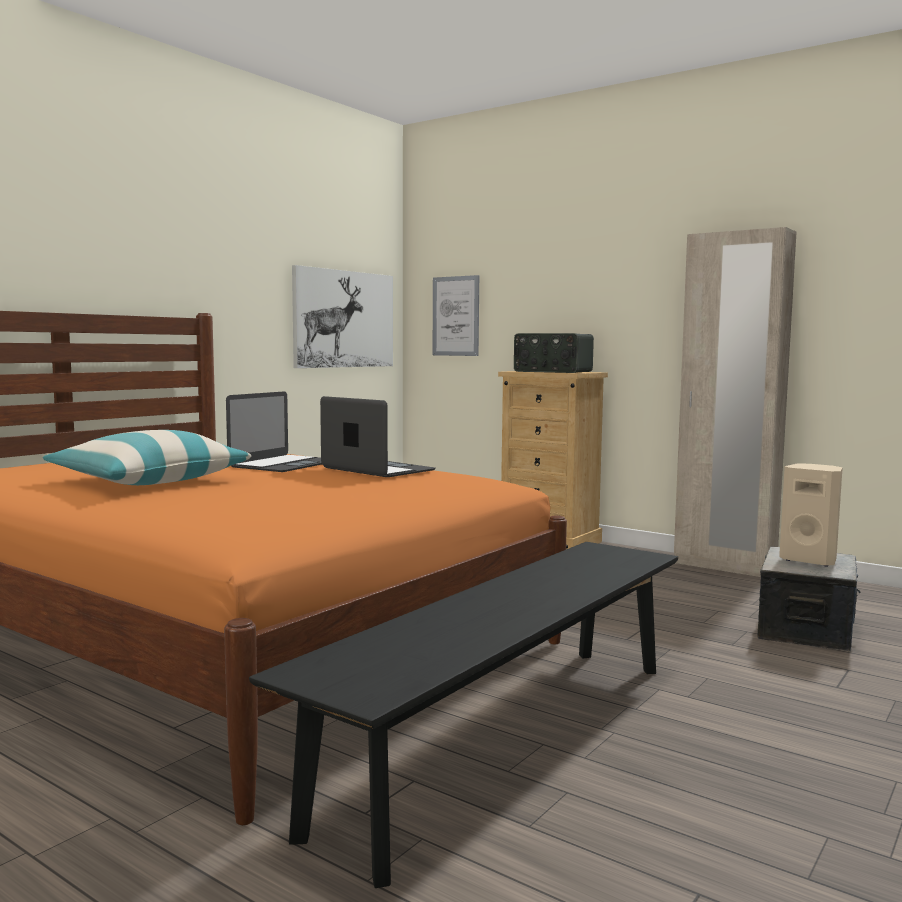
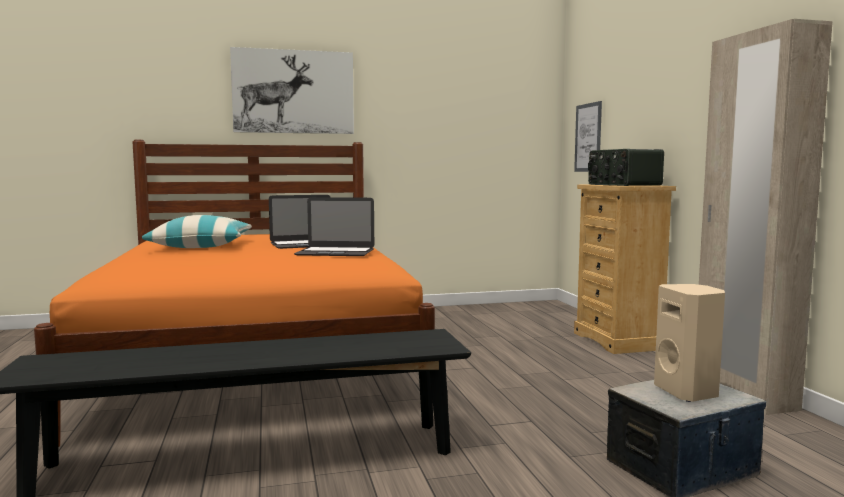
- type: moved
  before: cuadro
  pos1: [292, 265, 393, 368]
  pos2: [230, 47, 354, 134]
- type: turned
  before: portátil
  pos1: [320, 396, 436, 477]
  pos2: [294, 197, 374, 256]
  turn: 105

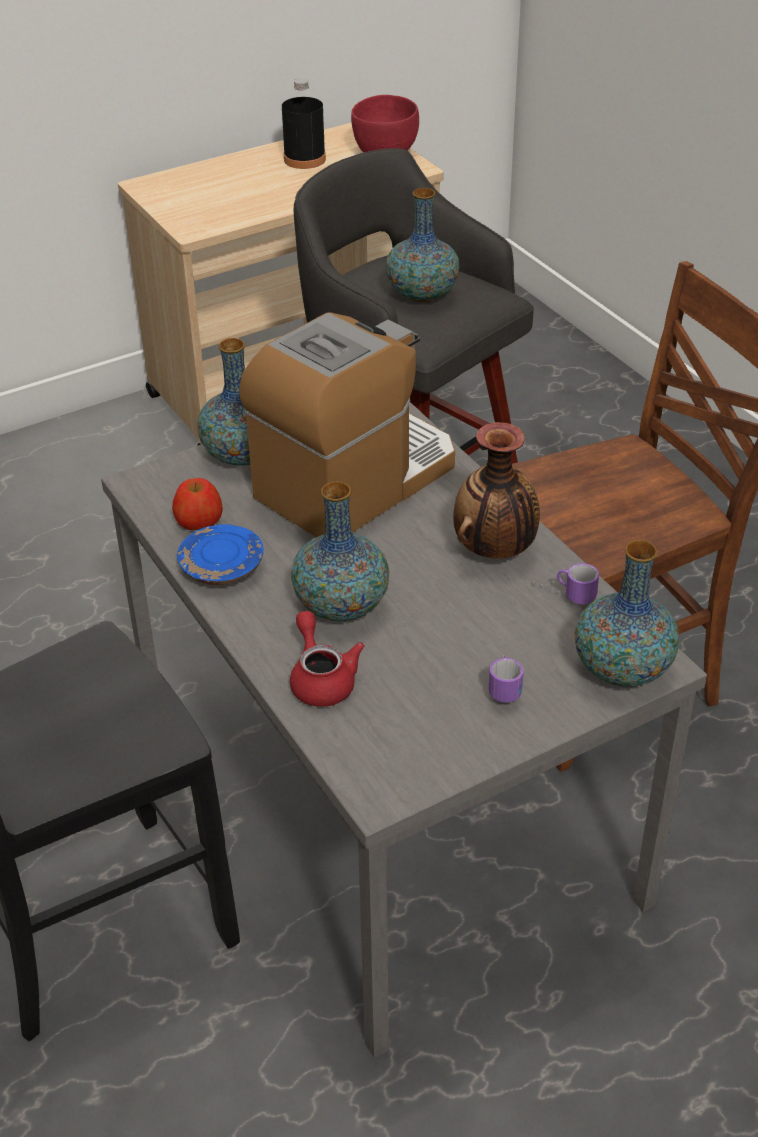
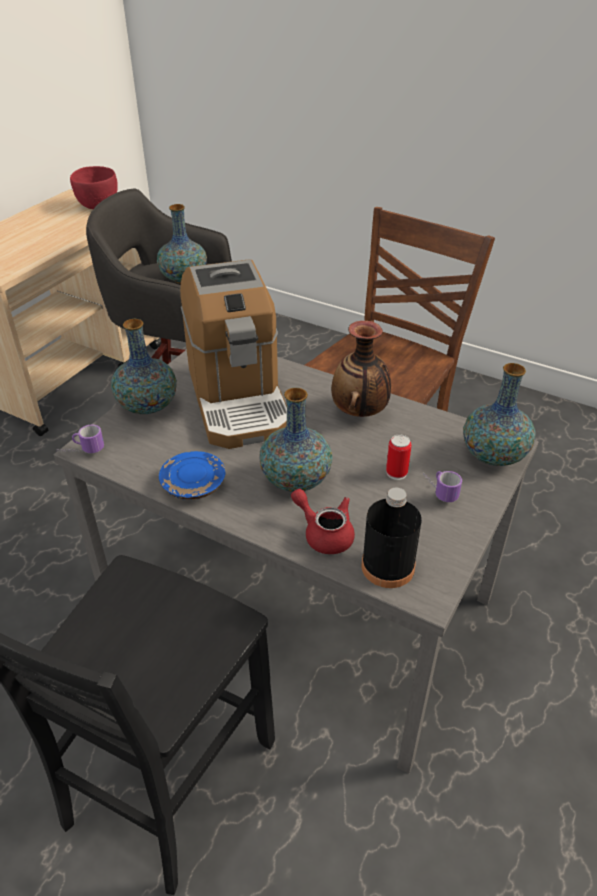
- type: removed
  before: manzana
  pos1: [172, 478, 223, 530]
- type: added
  after: lata
  pos2: [386, 434, 411, 480]
- type: moved
  before: botella/negro
  pos1: [282, 78, 326, 169]
  pos2: [362, 488, 422, 588]
- type: moved
  before: taza grande
  pos1: [532, 563, 599, 604]
  pos2: [56, 425, 104, 453]
- type: turned
  before: cafetera
  pos1: [239, 313, 455, 537]
  pos2: [180, 260, 287, 449]
  turn: 150

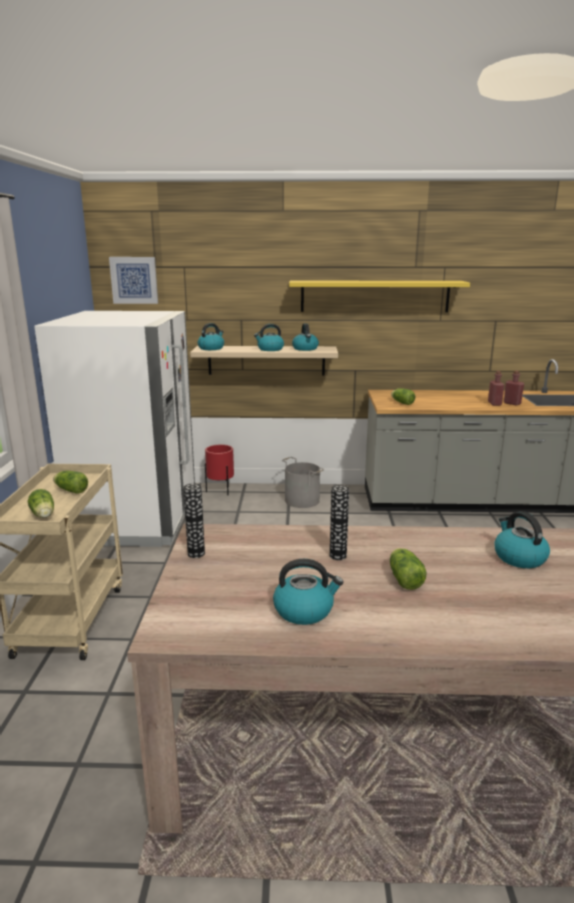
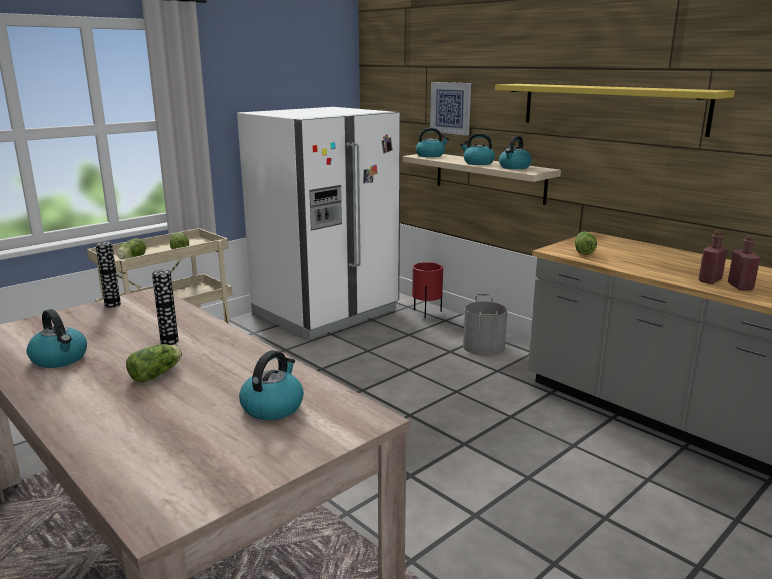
- type: moved
  before: cuadro
  pos1: [109, 257, 158, 304]
  pos2: [430, 82, 471, 136]

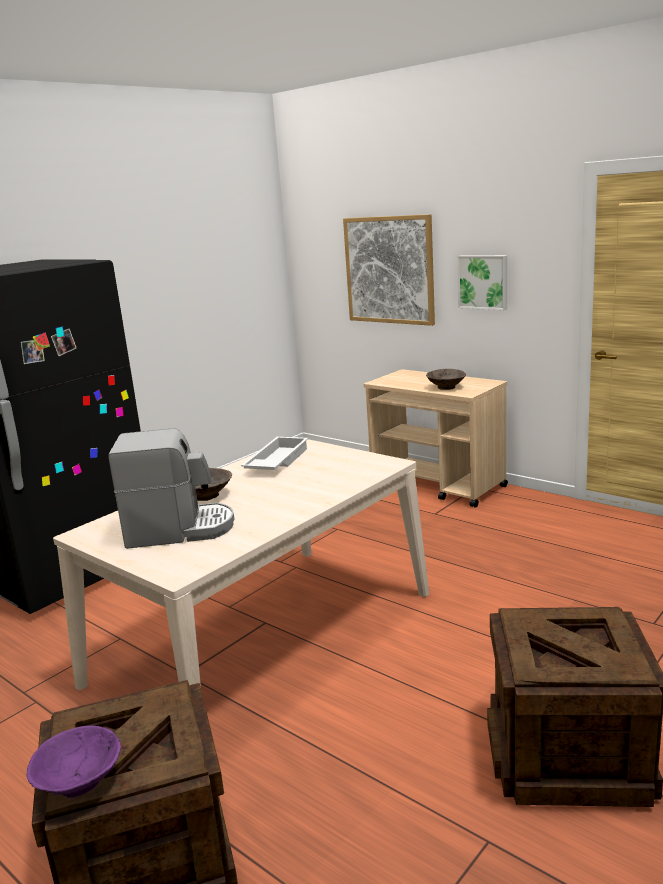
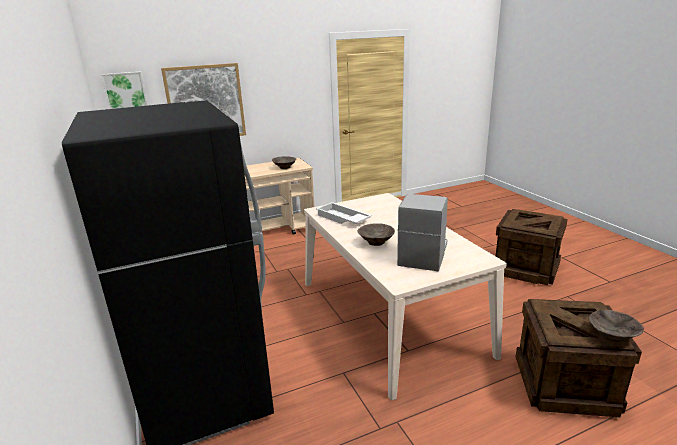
- type: moved
  before: cuadro
  pos1: [457, 255, 507, 310]
  pos2: [101, 72, 147, 109]
- type: recoloured
  before: cuenco/morado
  after: cuenco/marrón
  pos1: [27, 726, 121, 798]
  pos2: [589, 310, 644, 343]

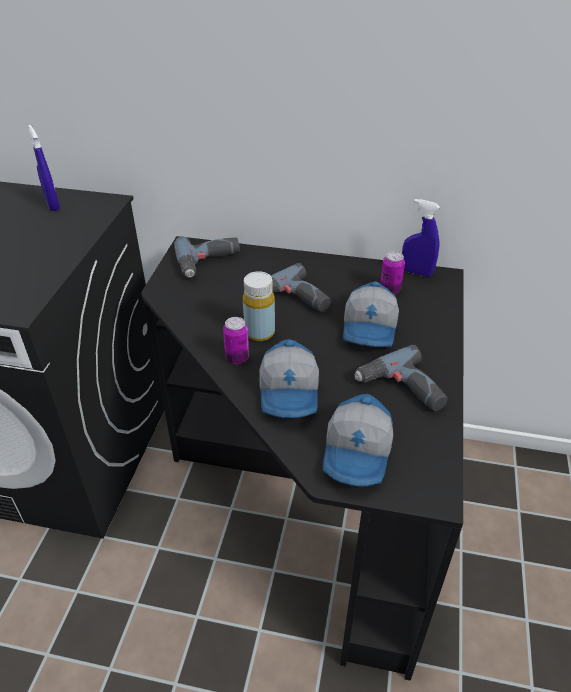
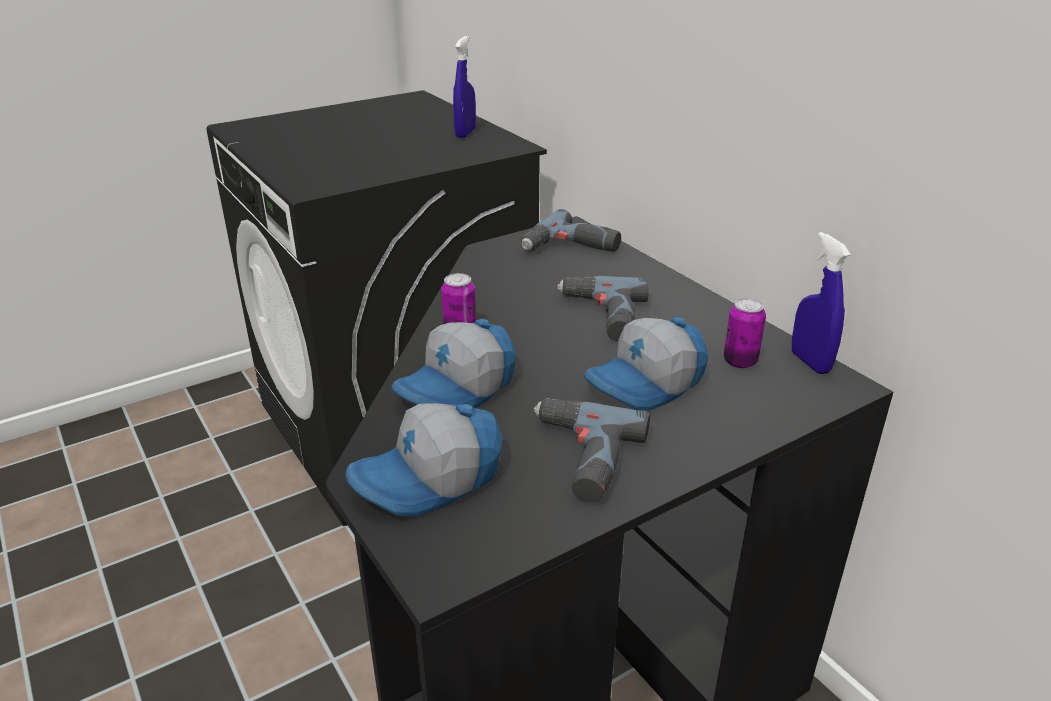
- type: removed
  before: botella/amarillo
  pos1: [243, 271, 275, 341]

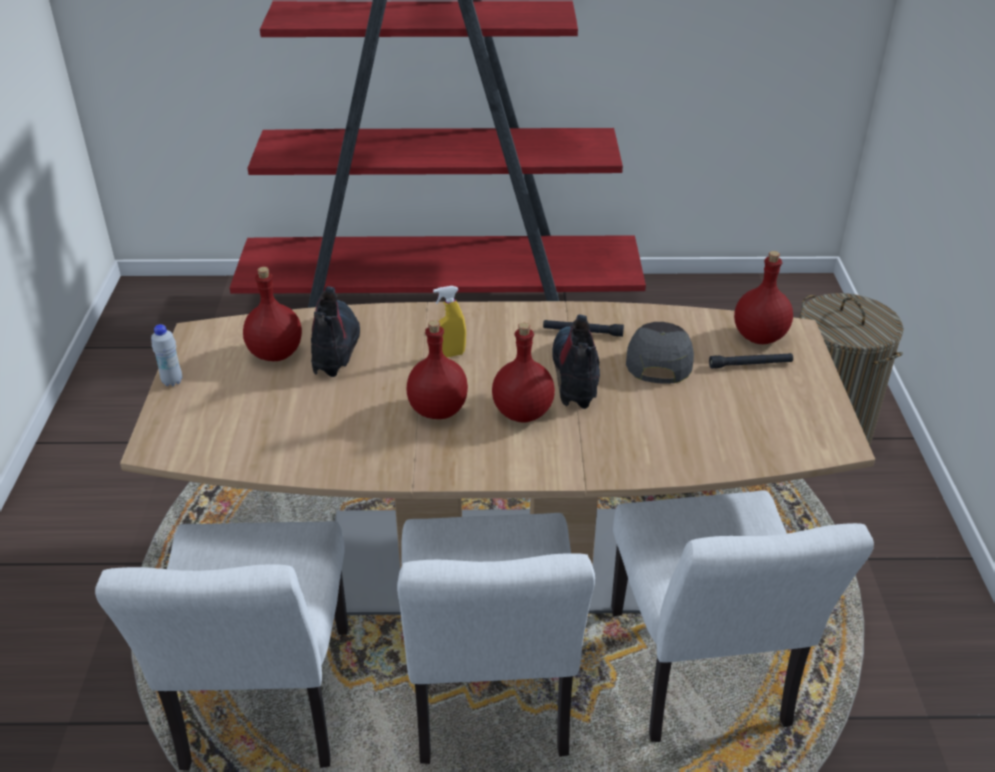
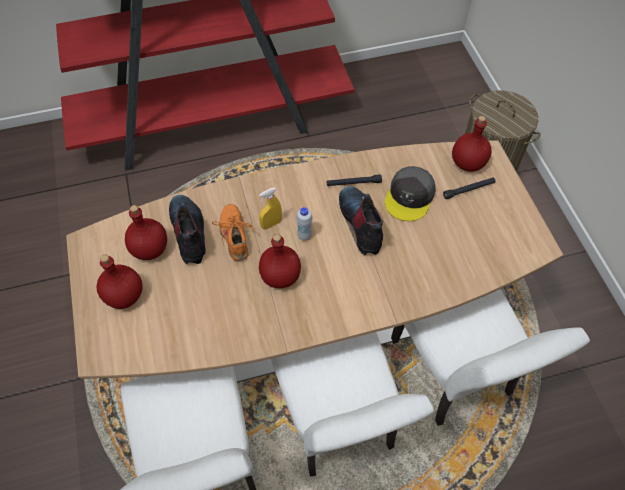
- type: added
  after: zapato/naranja
  pos2: [212, 204, 256, 261]
- type: moved
  before: botella/blanco
  pos1: [151, 324, 182, 386]
  pos2: [296, 207, 312, 241]
- type: moved
  before: botella/rojo
  pos1: [492, 323, 555, 422]
  pos2: [97, 255, 143, 309]
- type: turned
  before: gorra/gris
  pos1: [626, 322, 694, 384]
  pos2: [385, 166, 436, 221]
  turn: -150

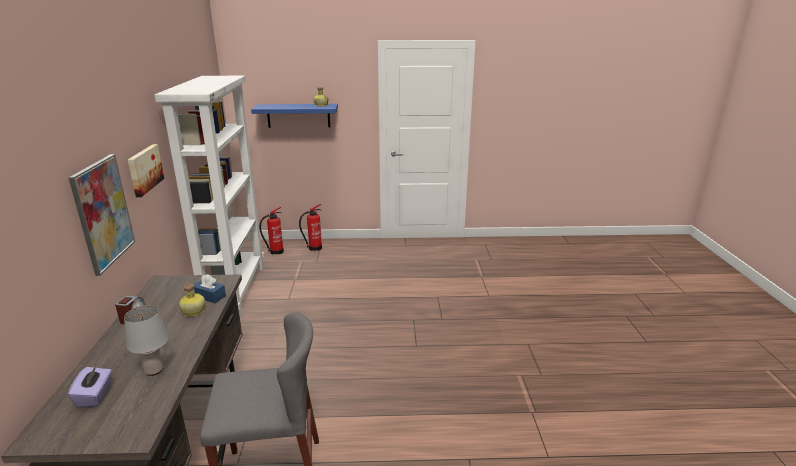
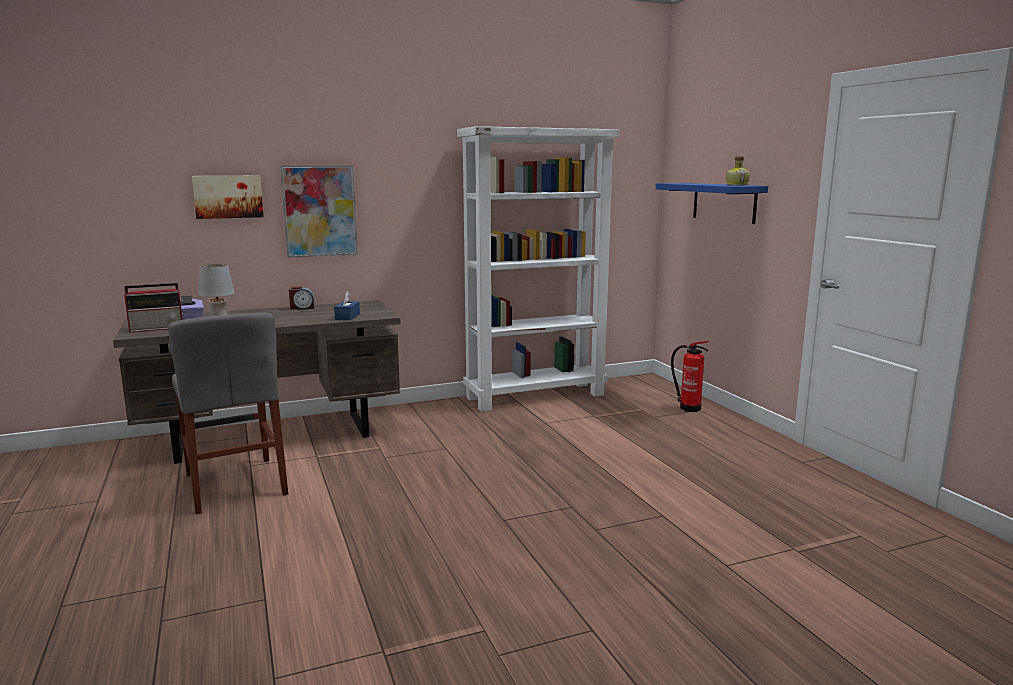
- type: removed
  before: botella
  pos1: [179, 284, 205, 317]
- type: removed
  before: extintor
  pos1: [259, 207, 284, 255]
- type: added
  after: radio
  pos2: [124, 283, 183, 333]
- type: moved
  before: cuadro
  pos1: [128, 144, 164, 197]
  pos2: [192, 176, 264, 219]

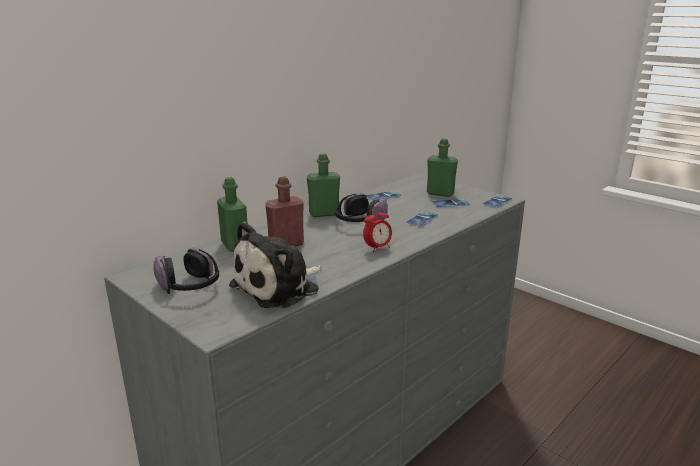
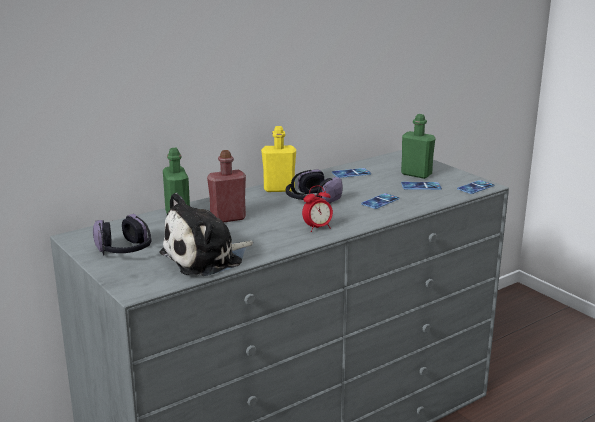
- type: recoloured
  before: botella/verde
  after: botella/amarillo
  pos1: [307, 153, 340, 217]
  pos2: [261, 126, 296, 192]

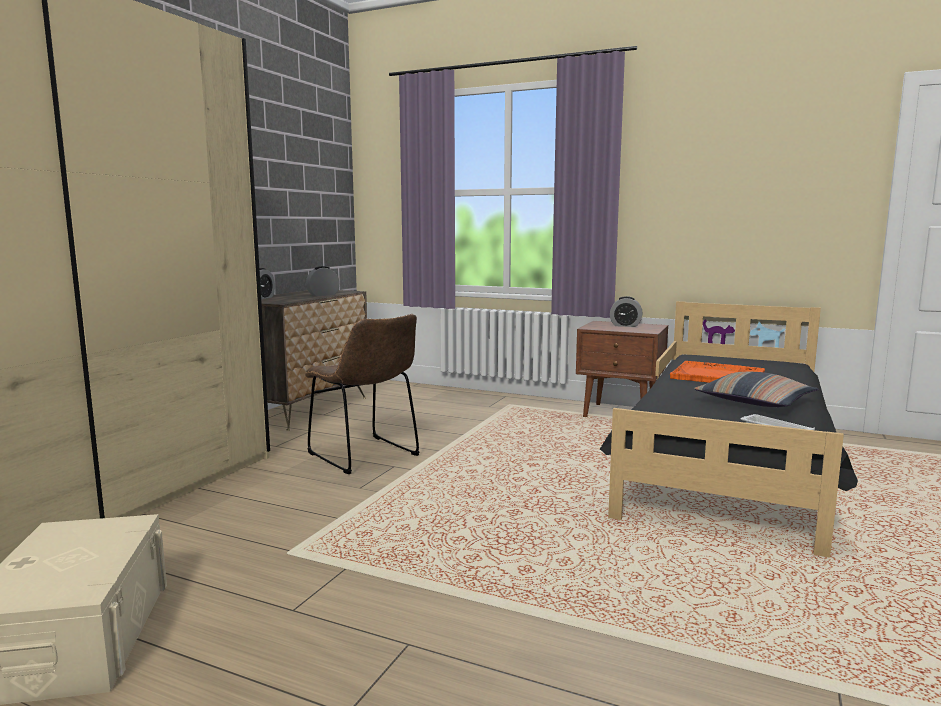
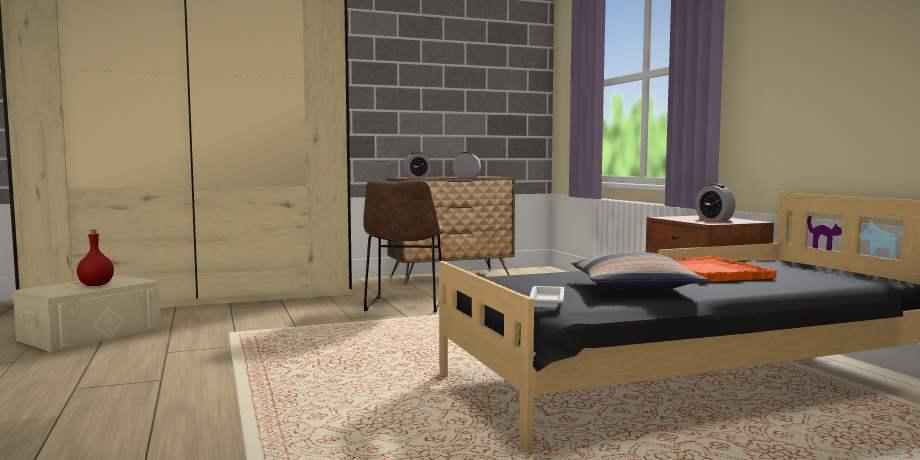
- type: added
  after: botella/rojo
  pos2: [77, 230, 114, 286]

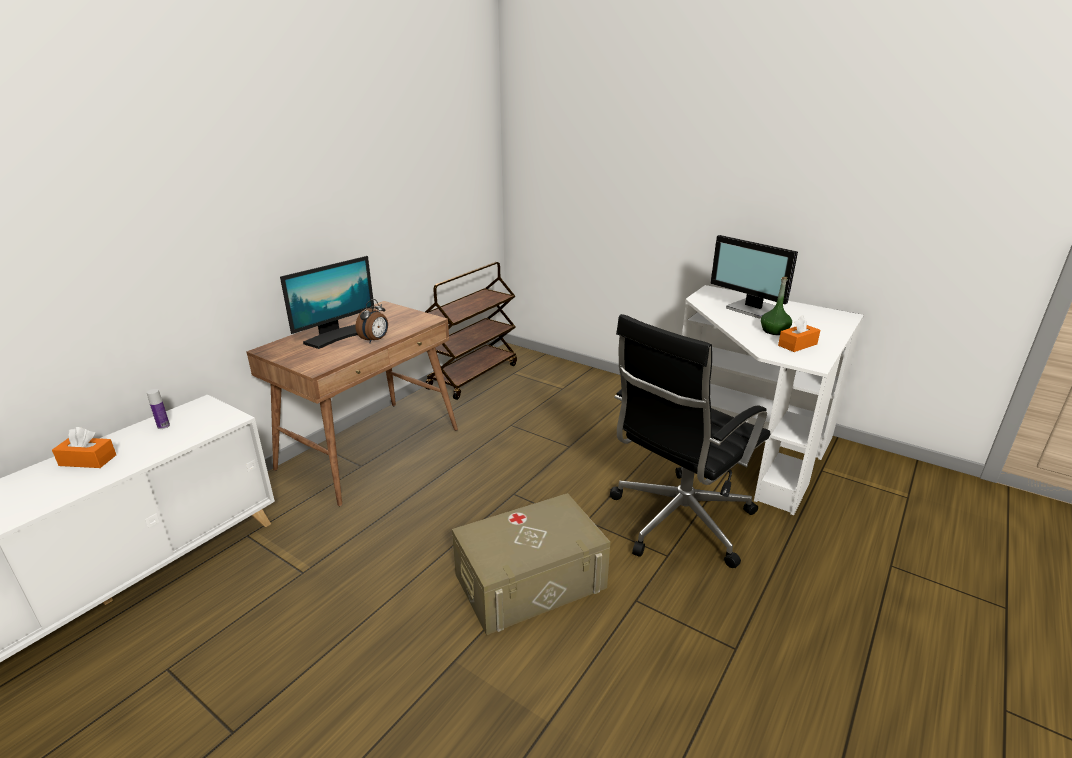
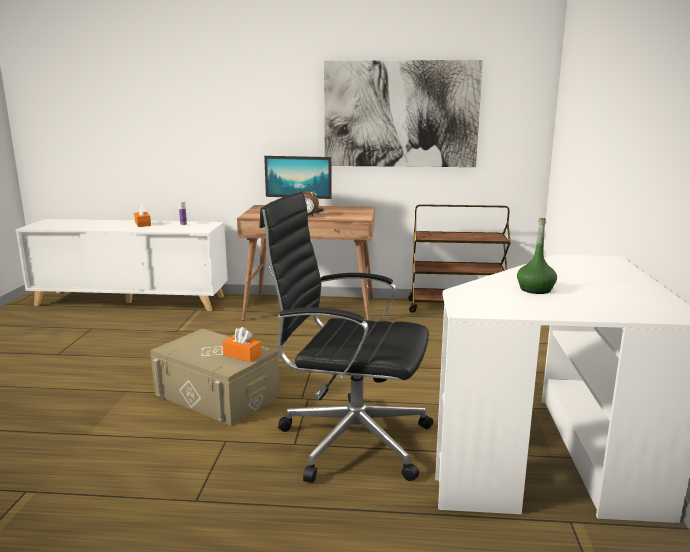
- type: removed
  before: monitor
  pos1: [710, 235, 798, 319]
- type: added
  after: cuadro
  pos2: [324, 60, 483, 167]
- type: moved
  before: caja de pañuelos/naranja
  pos1: [778, 315, 820, 352]
  pos2: [222, 327, 262, 362]

